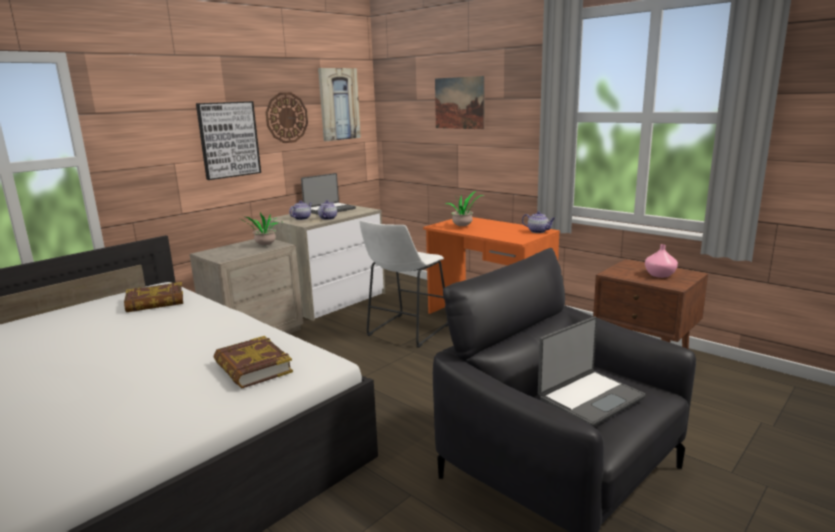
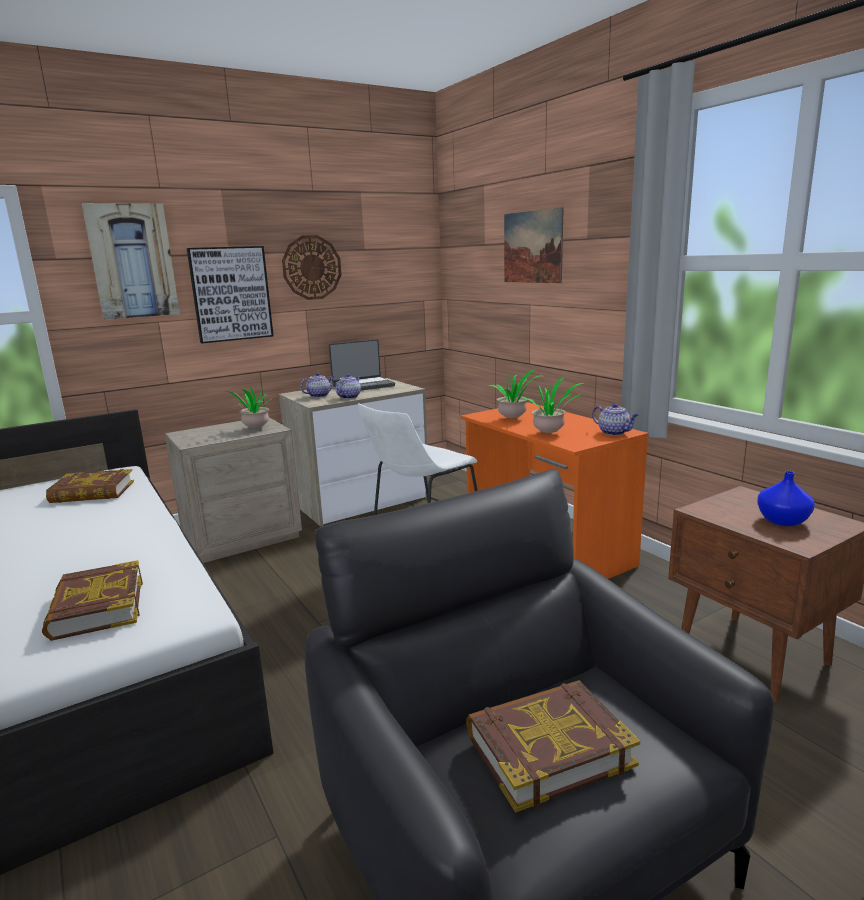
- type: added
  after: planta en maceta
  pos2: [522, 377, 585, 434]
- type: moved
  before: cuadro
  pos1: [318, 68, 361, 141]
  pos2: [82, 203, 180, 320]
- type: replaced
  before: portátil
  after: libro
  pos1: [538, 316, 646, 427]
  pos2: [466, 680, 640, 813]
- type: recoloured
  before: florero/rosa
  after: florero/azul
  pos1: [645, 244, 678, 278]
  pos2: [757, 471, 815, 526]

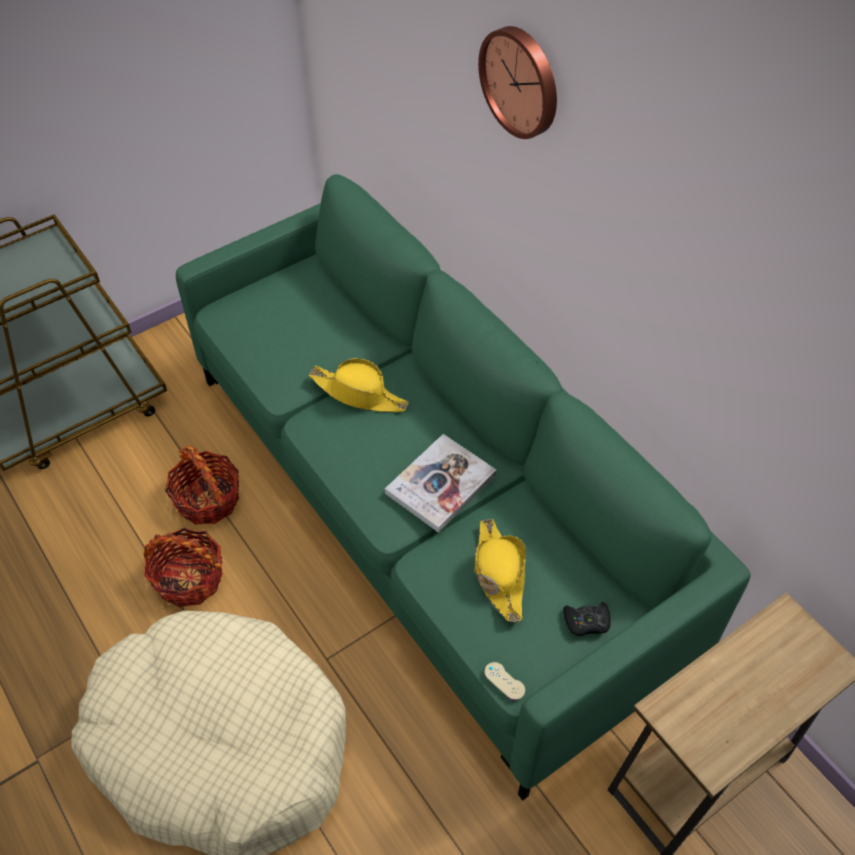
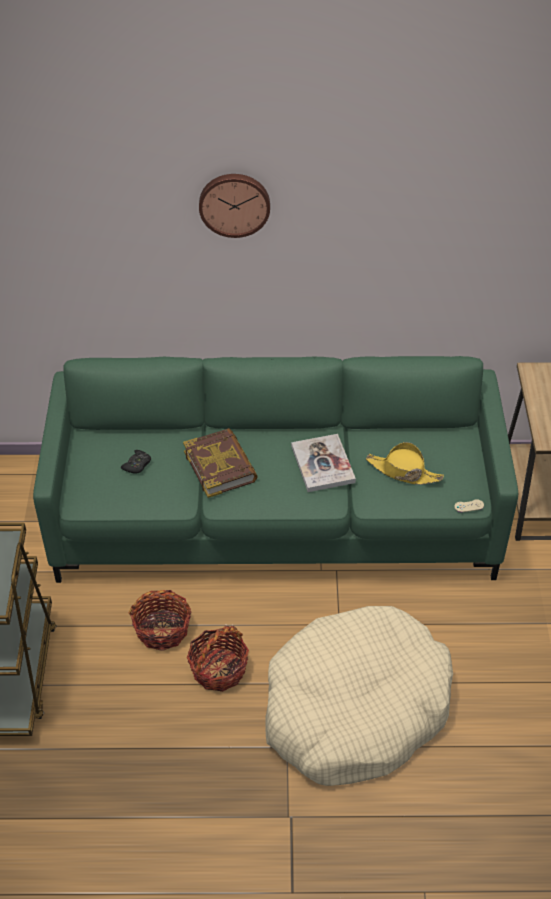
- type: moved
  before: mando de consola/negro
  pos1: [563, 602, 611, 636]
  pos2: [121, 450, 151, 474]
- type: replaced
  before: sombrero/amarillo
  after: libro
  pos1: [309, 358, 409, 412]
  pos2: [183, 428, 258, 498]

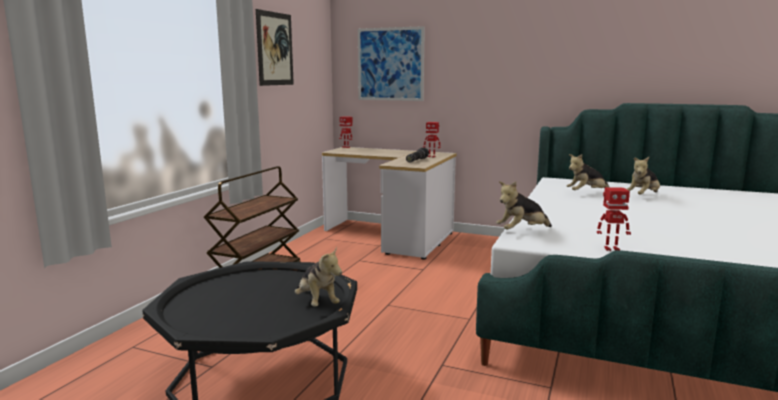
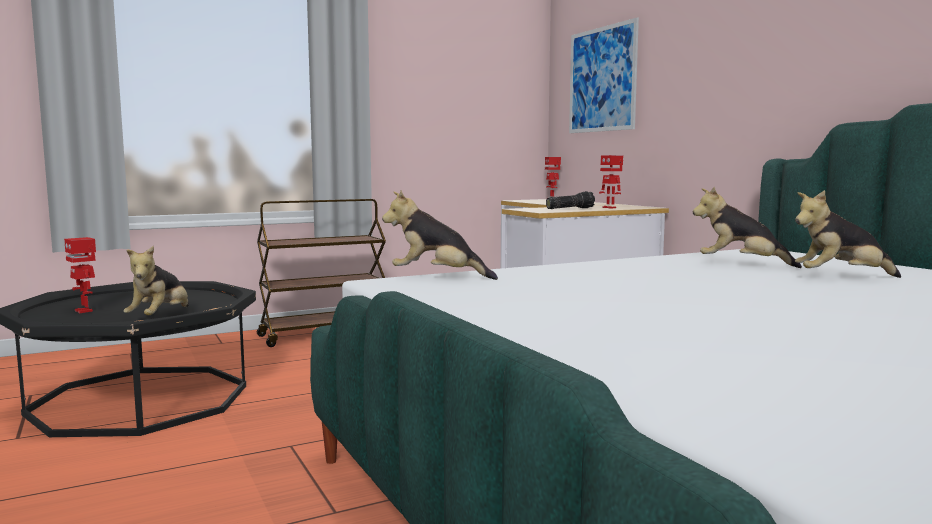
- type: removed
  before: cuadro
  pos1: [256, 9, 294, 86]
- type: moved
  before: robot de juguete
  pos1: [597, 187, 631, 251]
  pos2: [64, 237, 96, 313]

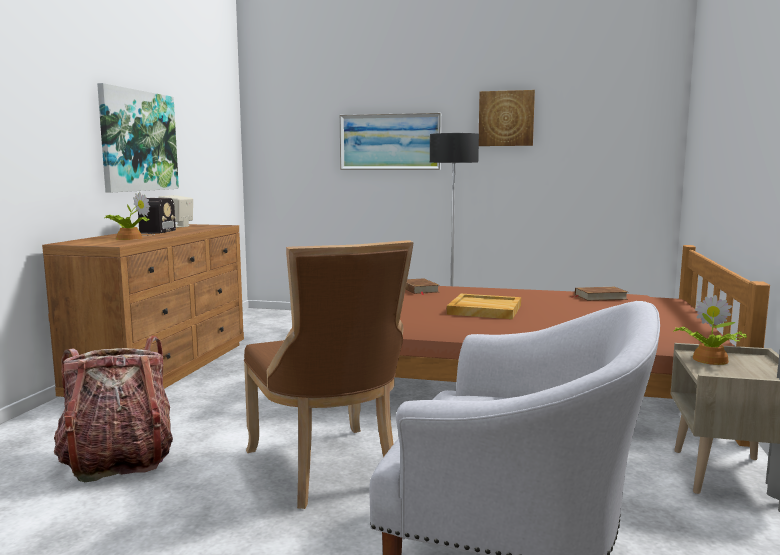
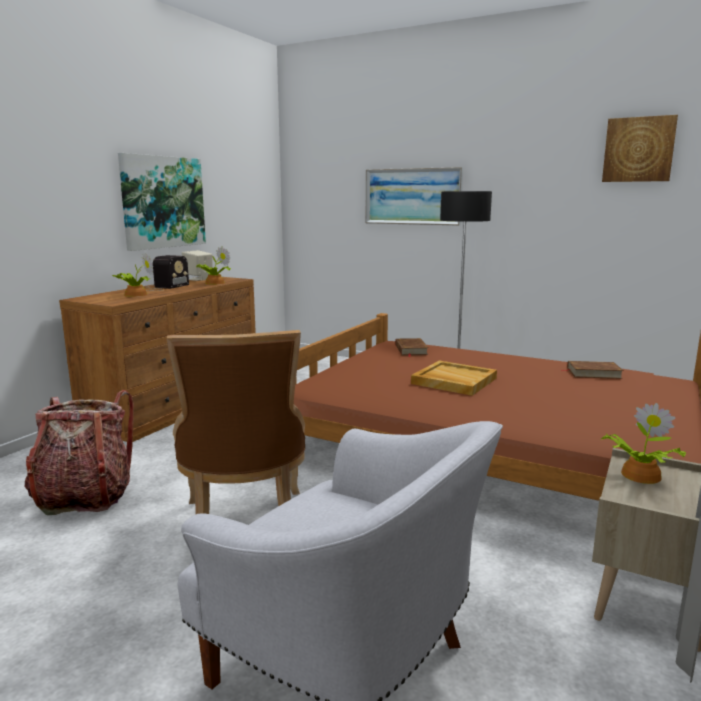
- type: added
  after: planta en maceta
  pos2: [196, 246, 231, 285]
- type: moved
  before: cuadro
  pos1: [479, 90, 535, 146]
  pos2: [602, 115, 678, 182]

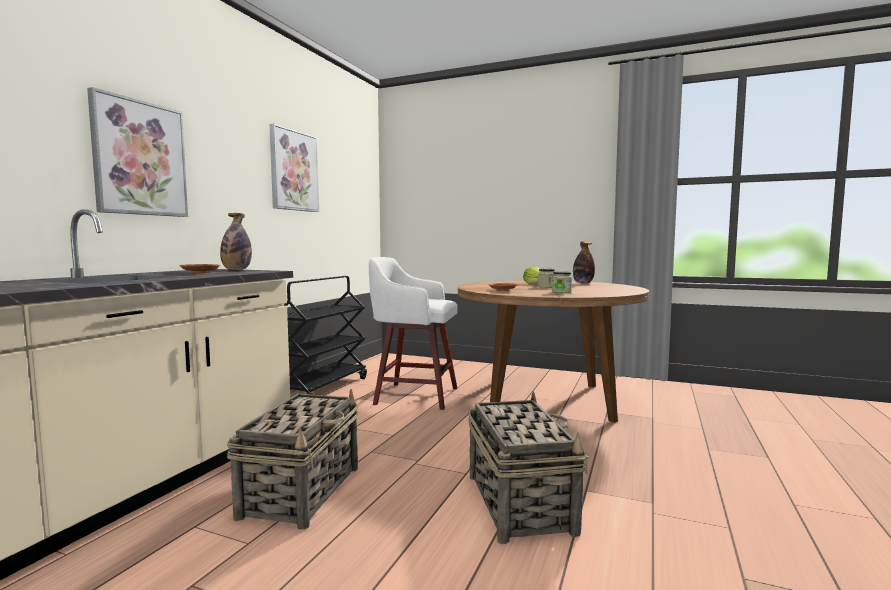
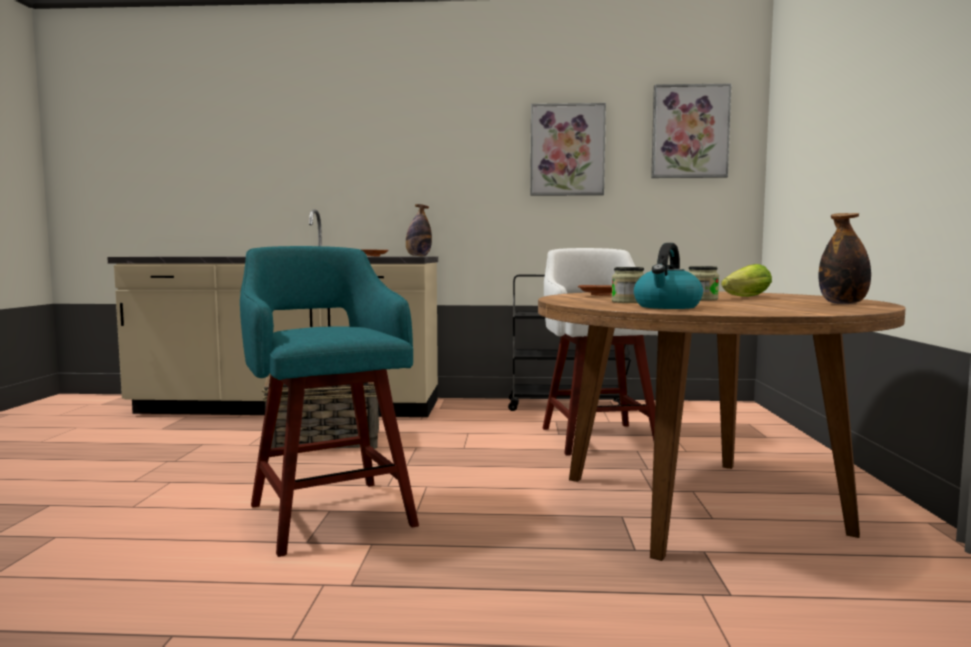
- type: added
  after: hervidor
  pos2: [634, 243, 703, 309]
- type: moved
  before: cuadro
  pos1: [87, 87, 188, 217]
  pos2: [651, 84, 731, 178]
- type: replaced
  before: cesta
  after: taburete/turquesa
  pos1: [468, 392, 588, 544]
  pos2: [240, 246, 419, 557]

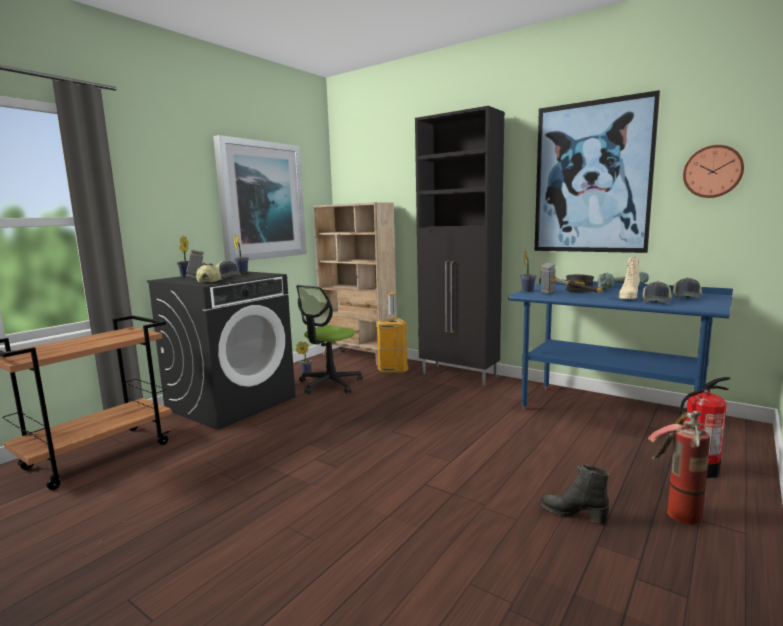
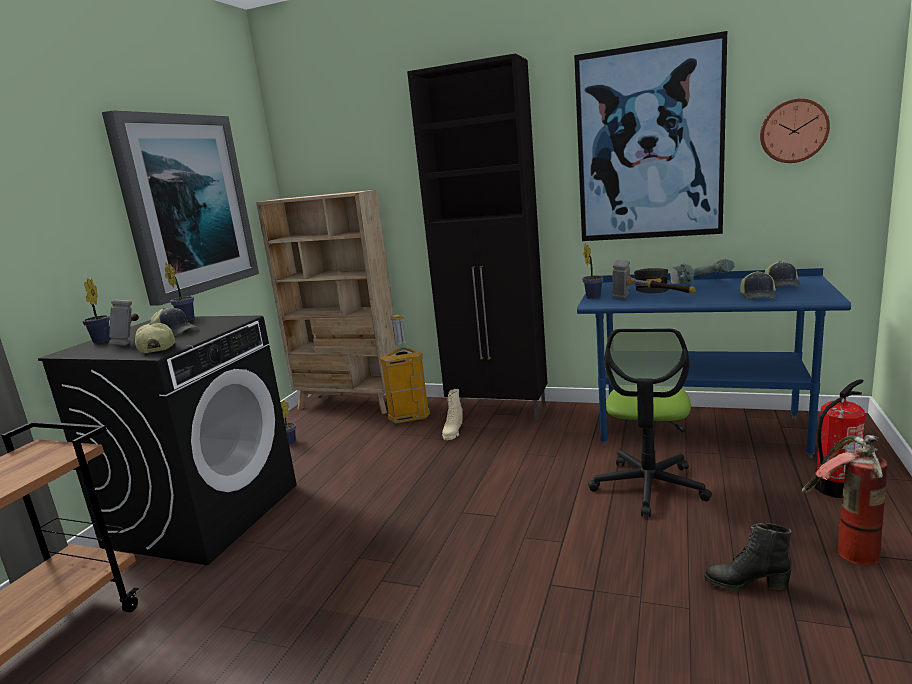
- type: moved
  before: silla de oficina
  pos1: [296, 285, 362, 394]
  pos2: [588, 328, 712, 517]
- type: moved
  before: bota/beis
  pos1: [619, 257, 640, 299]
  pos2: [442, 389, 463, 440]

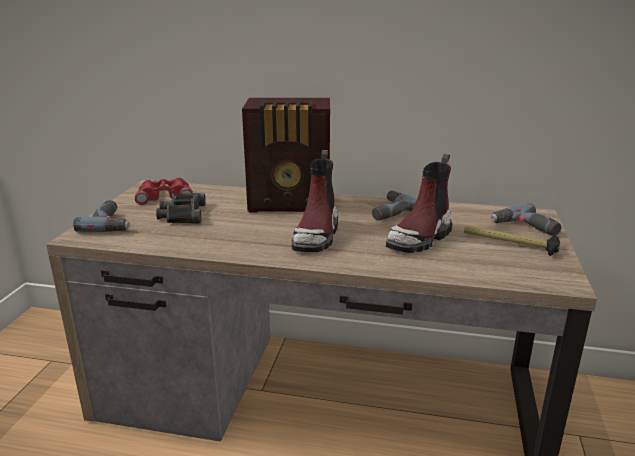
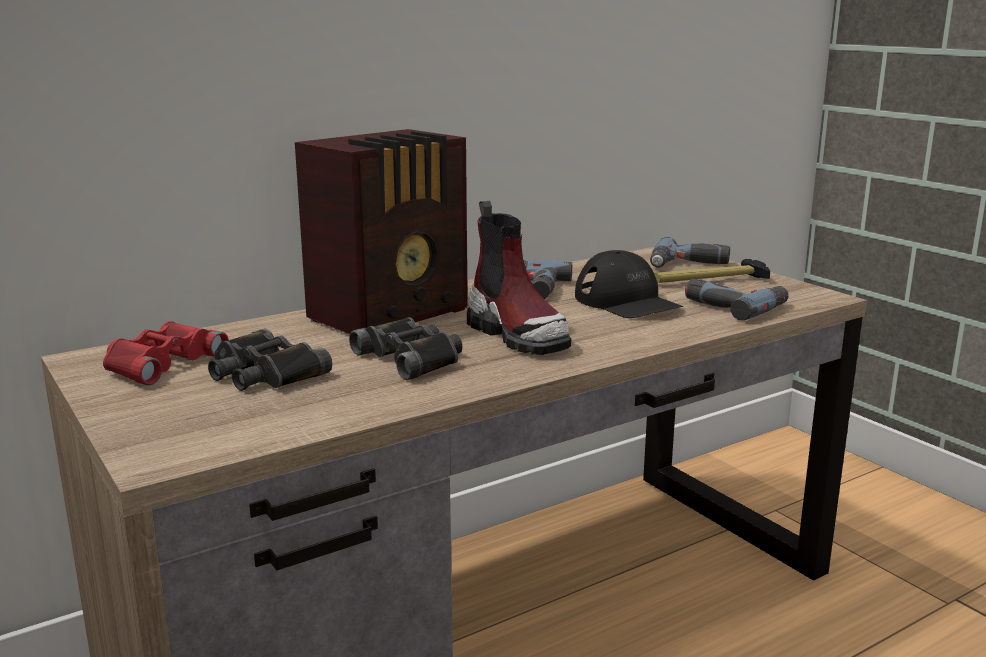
- type: added
  after: prismáticos/negro
  pos2: [349, 317, 463, 380]
- type: moved
  before: taladro
  pos1: [73, 200, 130, 232]
  pos2: [685, 279, 789, 320]
- type: replaced
  before: bota
  after: gorra/negro
  pos1: [386, 154, 452, 253]
  pos2: [575, 250, 683, 318]

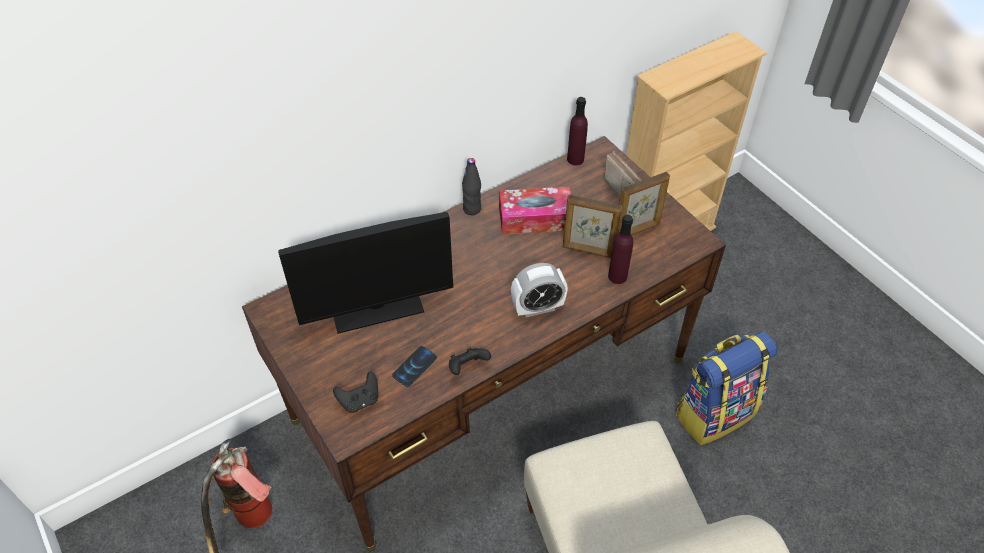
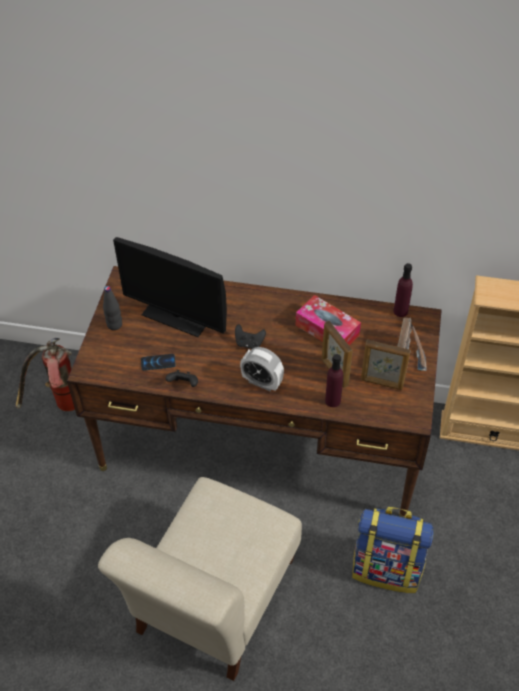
- type: moved
  before: mando de consola/negro
  pos1: [333, 372, 378, 413]
  pos2: [235, 324, 266, 349]
- type: moved
  before: botella/negro
  pos1: [462, 158, 481, 215]
  pos2: [103, 286, 122, 330]

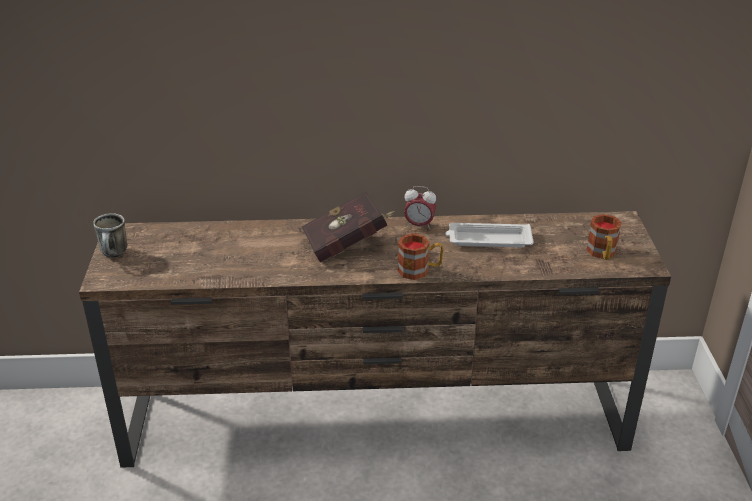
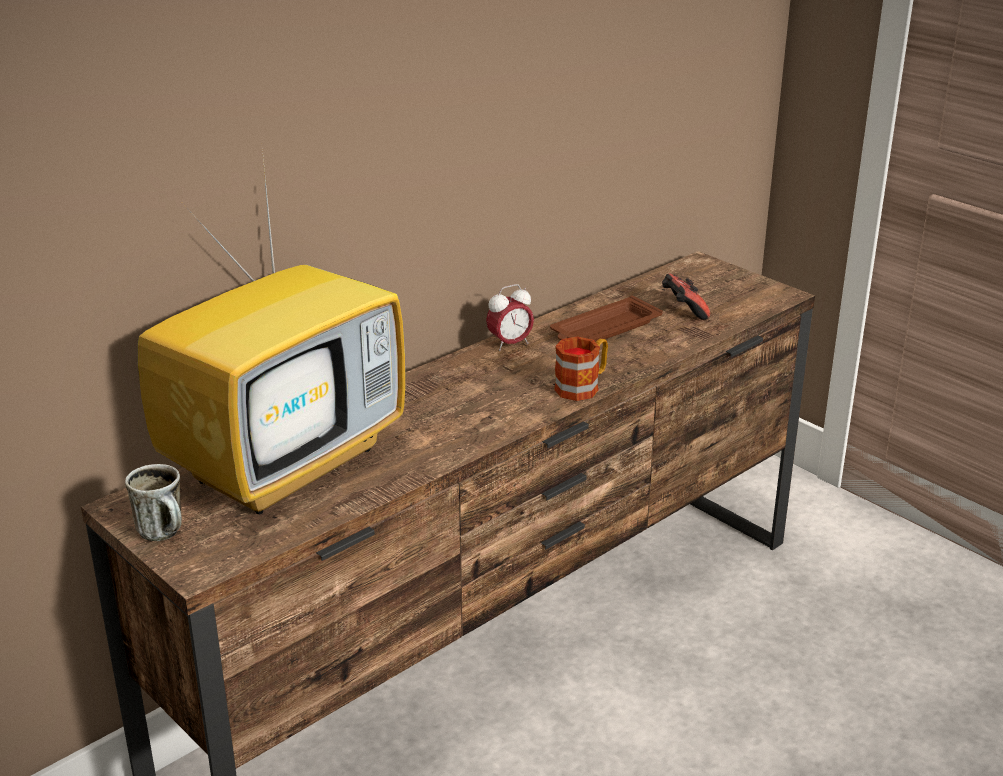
- type: removed
  before: libro/rojo
  pos1: [302, 191, 395, 262]
- type: removed
  before: taza grande
  pos1: [586, 214, 622, 260]
- type: added
  after: televisor
  pos2: [138, 149, 405, 514]
- type: added
  after: mando de consola
  pos2: [662, 273, 710, 320]
- type: recoloured
  before: bandeja/blanco
  after: bandeja/marrón
  pos1: [445, 223, 534, 247]
  pos2: [550, 296, 663, 342]

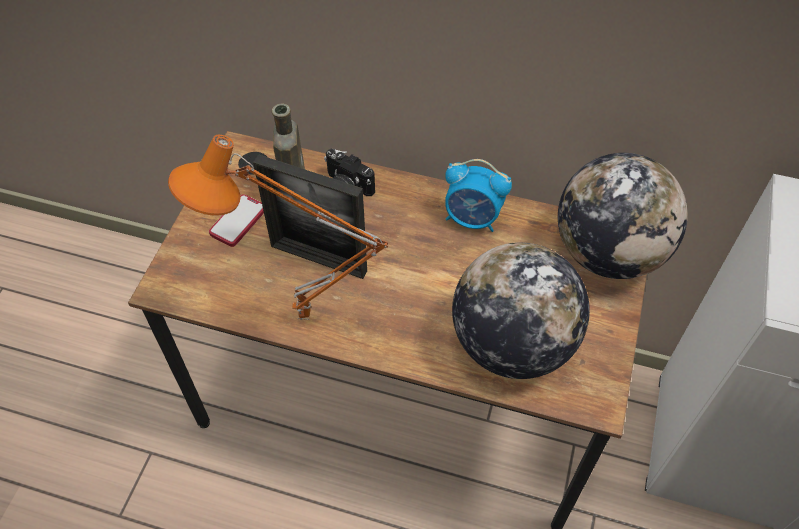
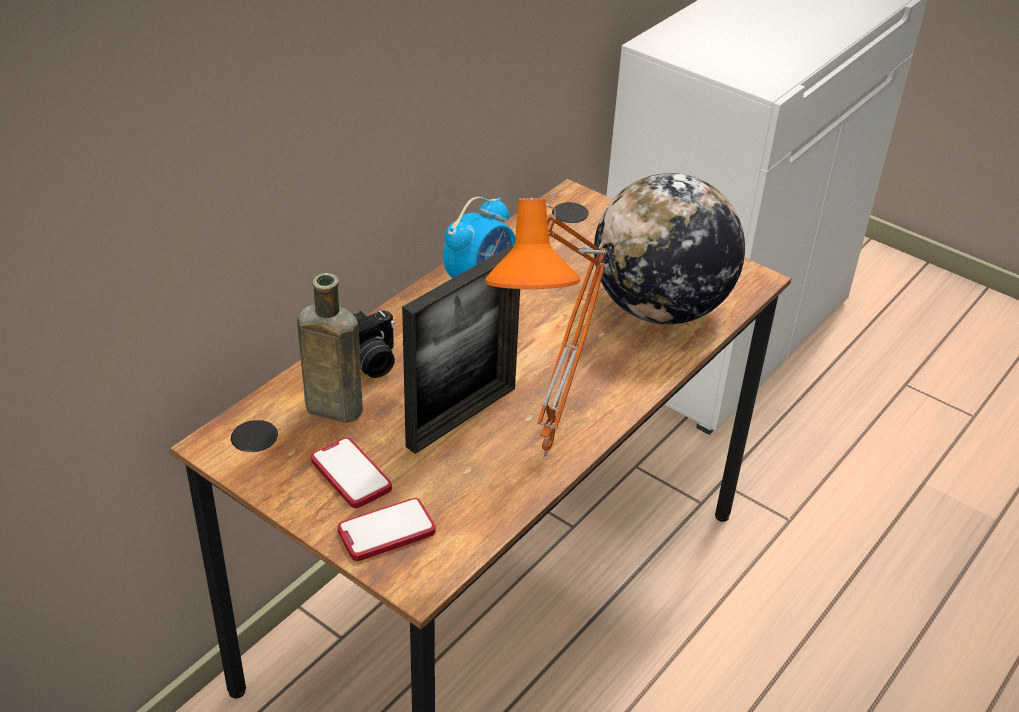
- type: removed
  before: globo terráqueo
  pos1: [558, 153, 688, 279]
- type: added
  after: móvil
  pos2: [338, 498, 435, 561]

